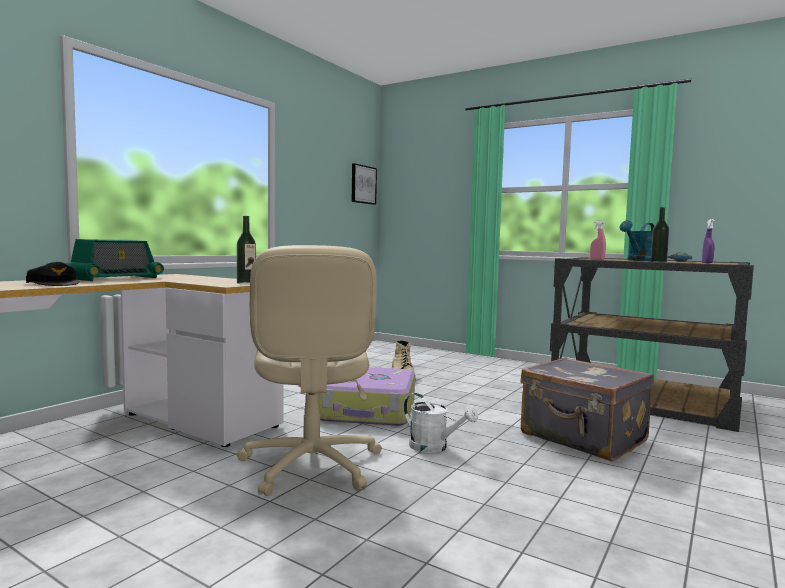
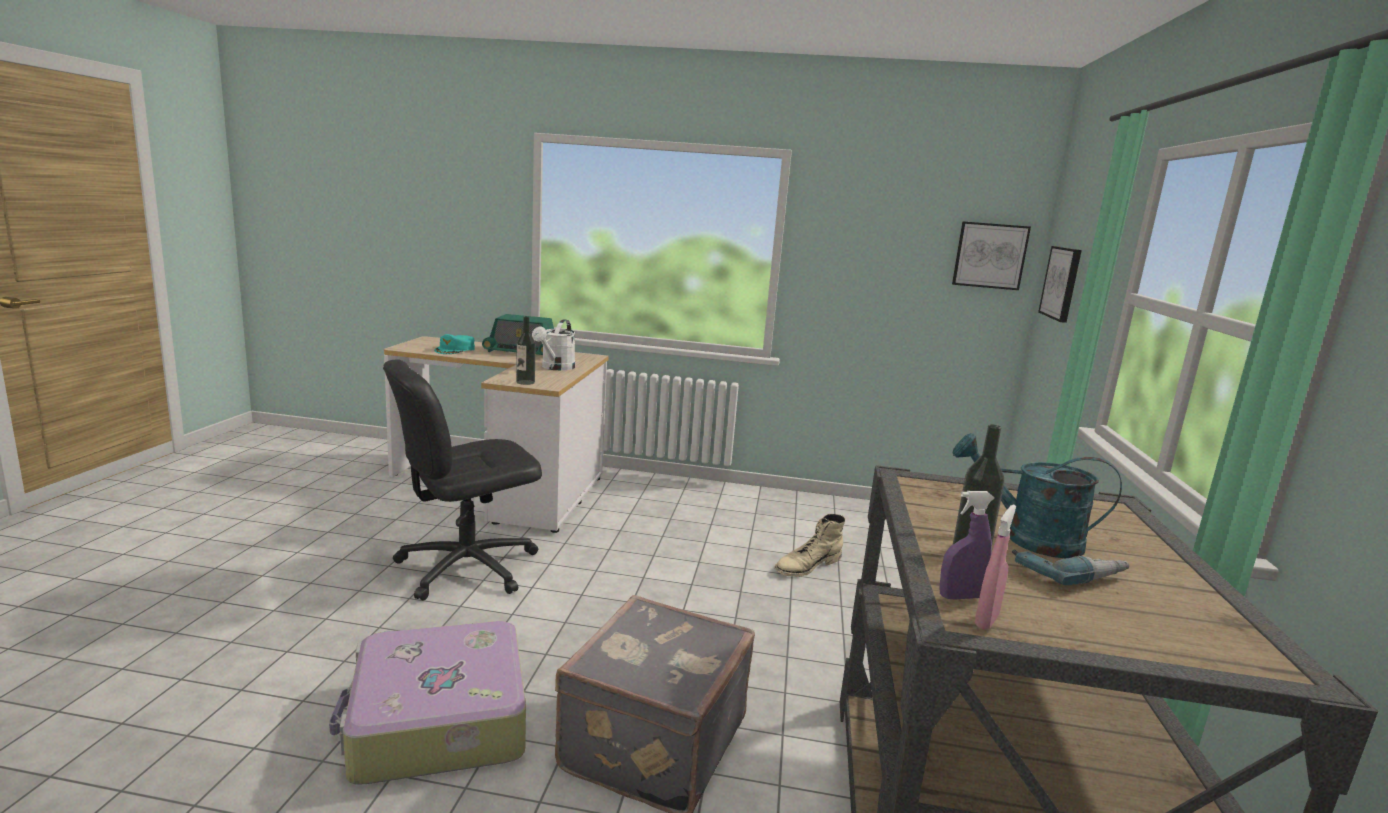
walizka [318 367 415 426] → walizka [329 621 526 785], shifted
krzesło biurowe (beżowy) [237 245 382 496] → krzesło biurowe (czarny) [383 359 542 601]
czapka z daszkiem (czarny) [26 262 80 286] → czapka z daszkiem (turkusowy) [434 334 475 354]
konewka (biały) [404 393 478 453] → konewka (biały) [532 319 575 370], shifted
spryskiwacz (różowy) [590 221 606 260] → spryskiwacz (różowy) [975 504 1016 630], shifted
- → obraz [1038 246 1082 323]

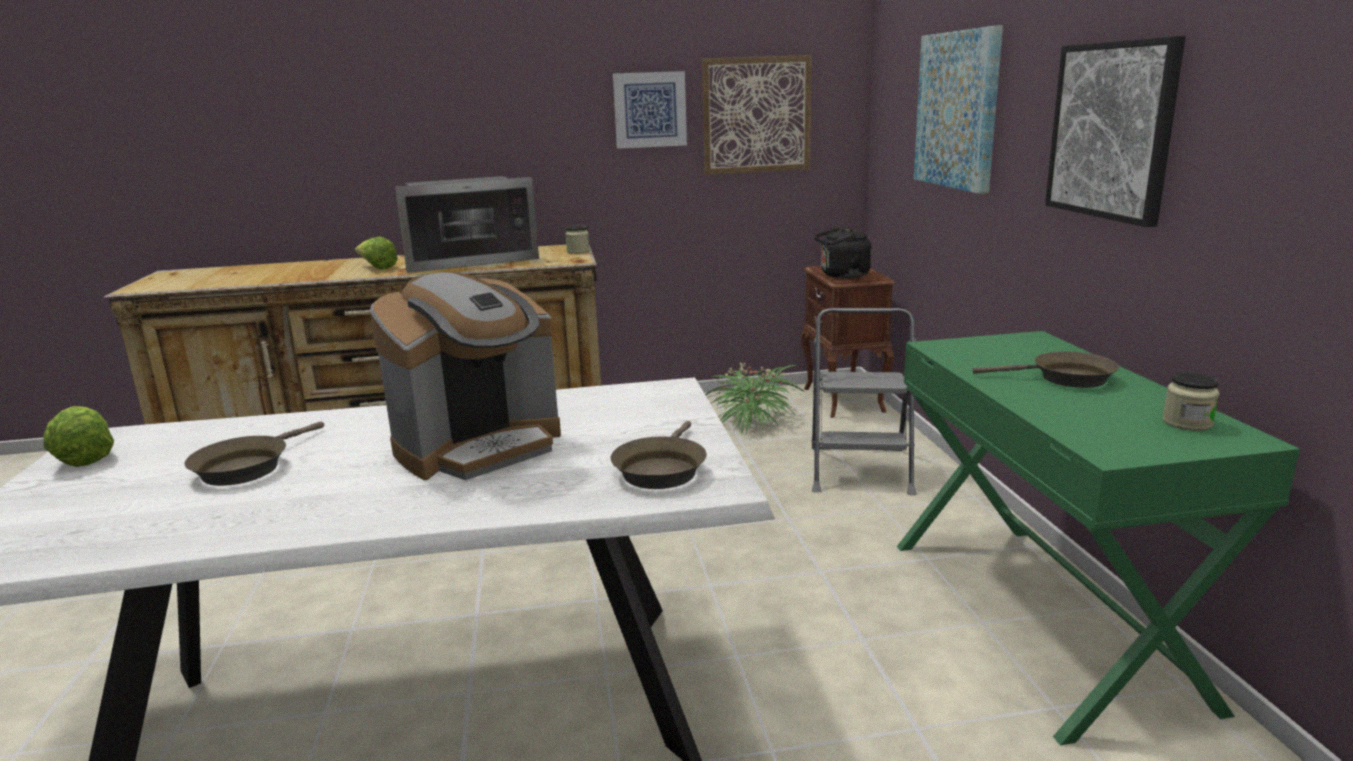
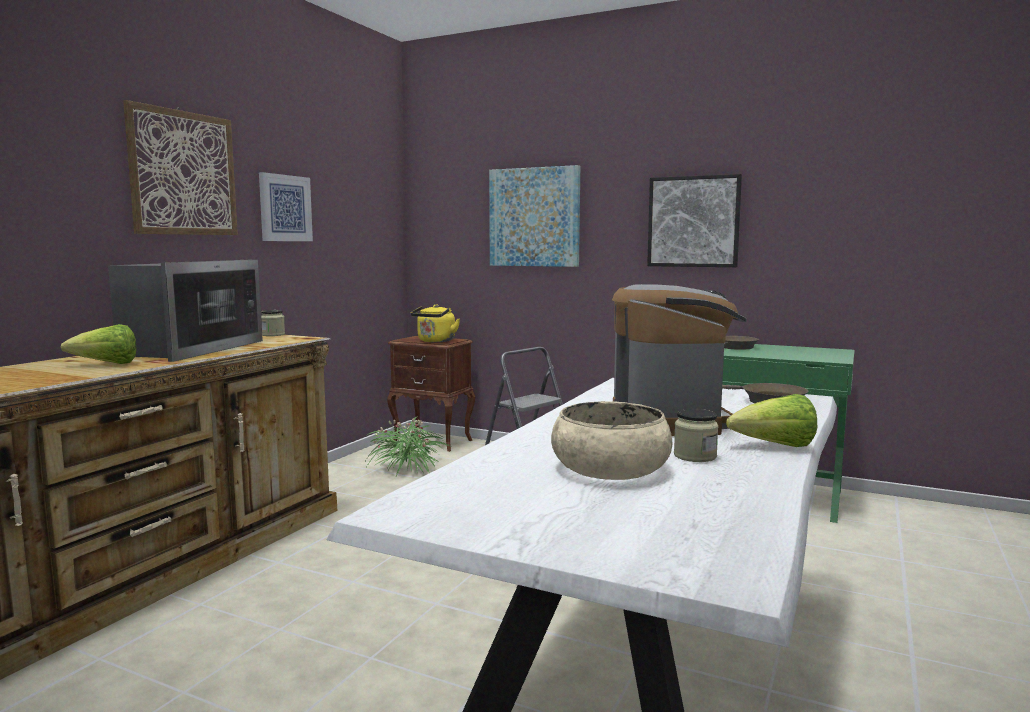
obraz [702 54 812 175] → obraz [123 100 238 235], shifted
czajnik (czarny) [814 227 872 278] → czajnik (żółty) [411 304 460 342]
patelnia (brązowy) [184 422 324 486] → miska (beżowy) [551 401 672 480]
słoik [1163 372 1220 431] → słoik [674 409 718 462], shifted
sałata [43 406 114 467] → sałata [726 394 817 447], shifted

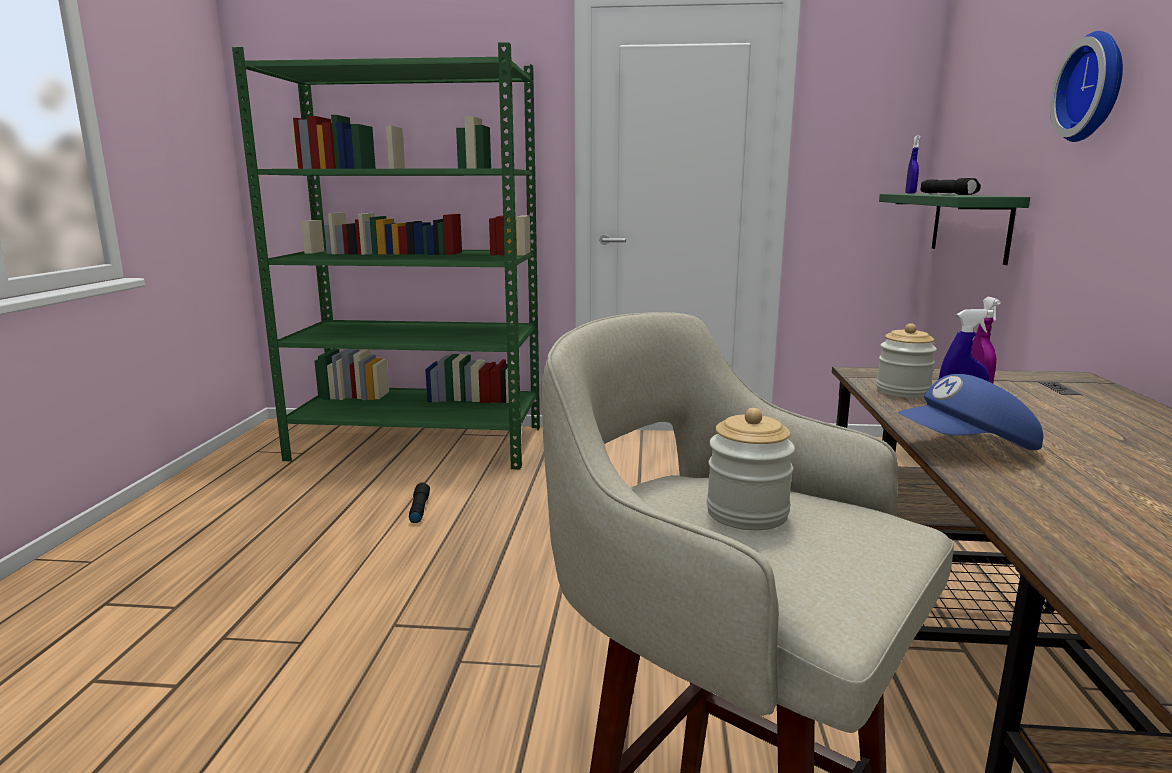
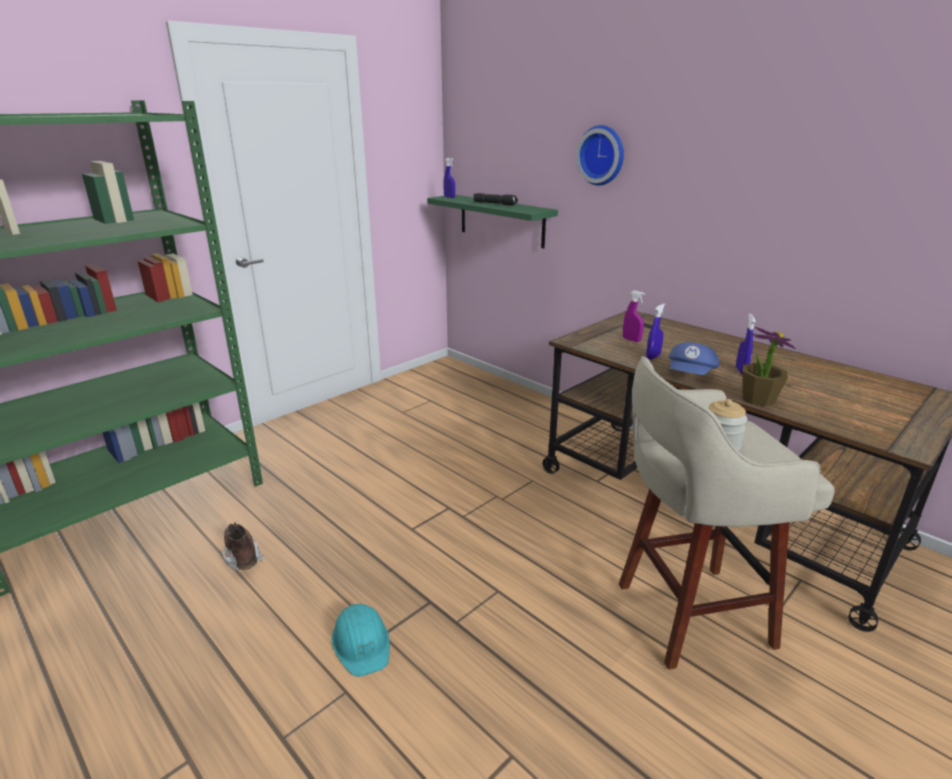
latarka (czarny) [409 482 430 523] → but z cholewką (brązowy) [222 522 263 571]
- → kask (turkusowy) [332 604 390 677]
- → spryskiwacz (niebieski) [736 314 756 375]
- → roślina doniczkowa [743 327 796 407]
słoik [876 323 937 398] → -

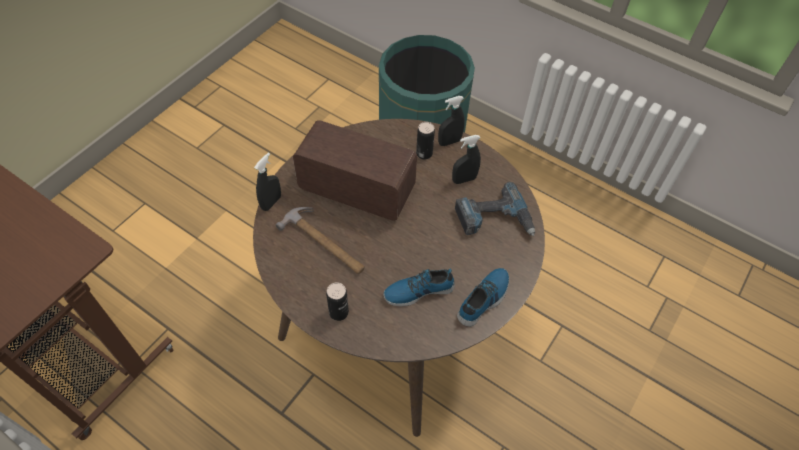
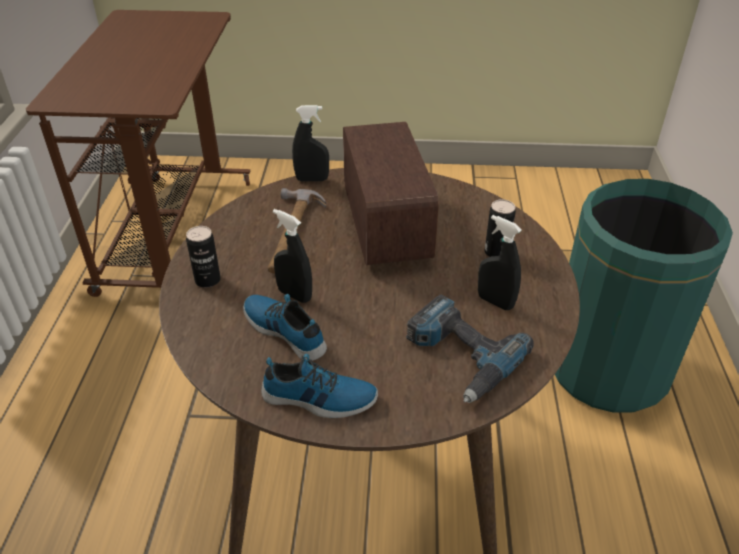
spryskiwacz (czarny) [438 96 465 146] → spryskiwacz (czarny) [273 209 312 303], shifted

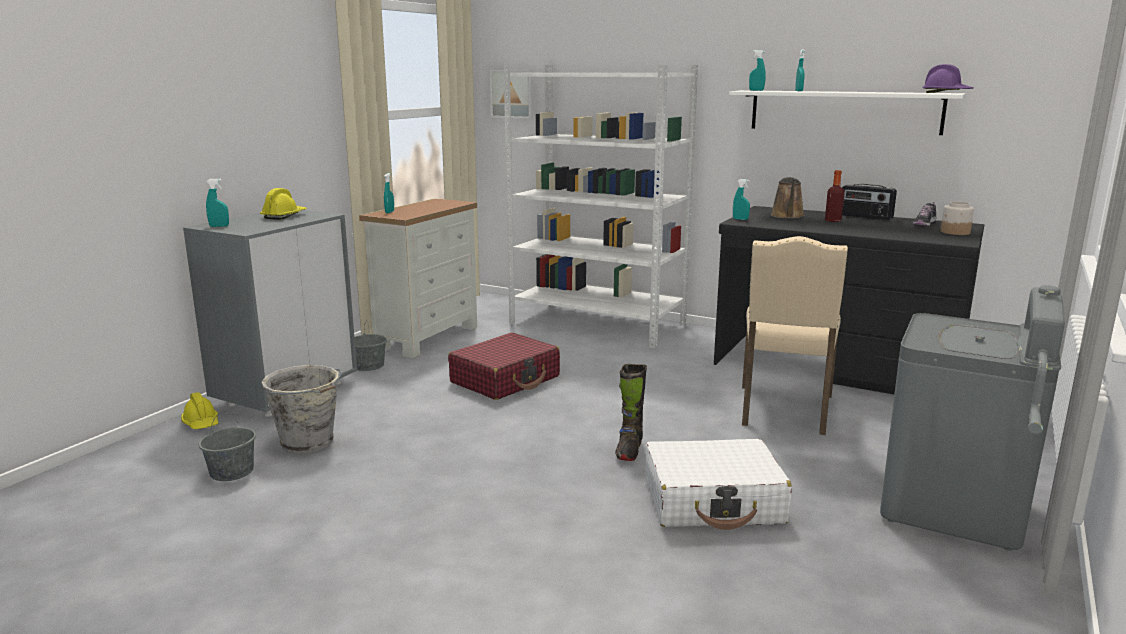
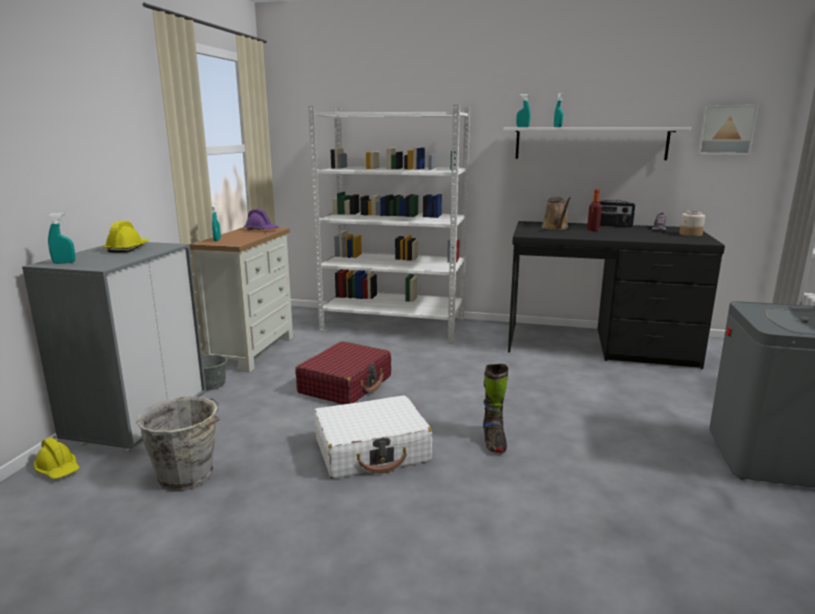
kask (fioletowy) [922 64 973 93] → kask (fioletowy) [244 209 279 231], shifted
walizka (biały) [645 439 792 530] → walizka (biały) [314 395 432 479], shifted
obraz [490 70 533 119] → obraz [697 105 759 155], shifted
wiadro (szary) [199 411 256 481] → -
spryskiwacz (turkusowy) [733 179 750 220] → -
krzesło (beżowy) [742 236 848 435] → -

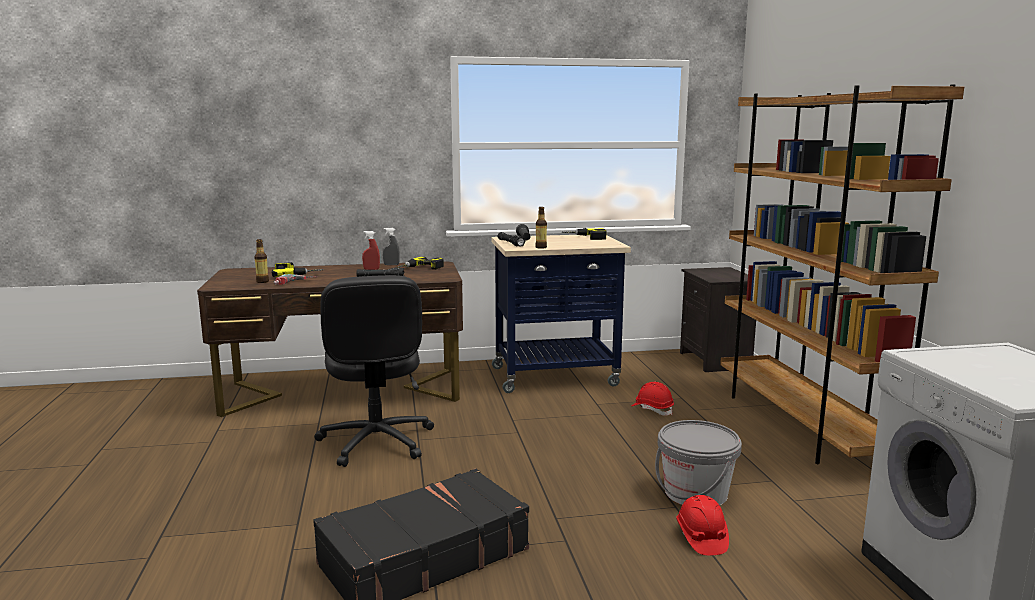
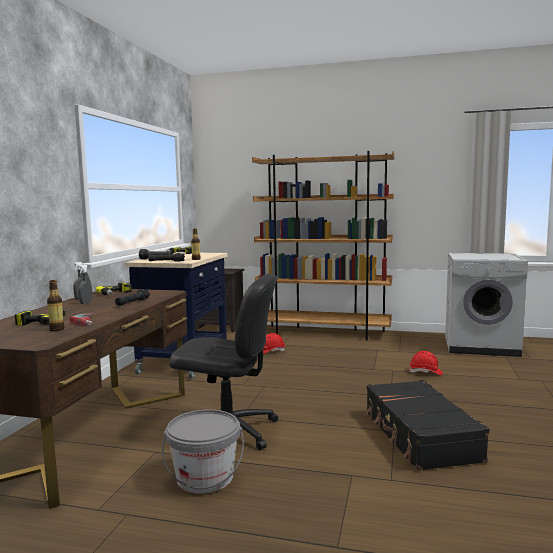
spryskiwacz (czerwony) [362 231 380 270] → spryskiwacz (szary) [78 264 92 304]
wiadro (szary) [655 420 742 506] → wiadro (szary) [162 410 244 494], shifted

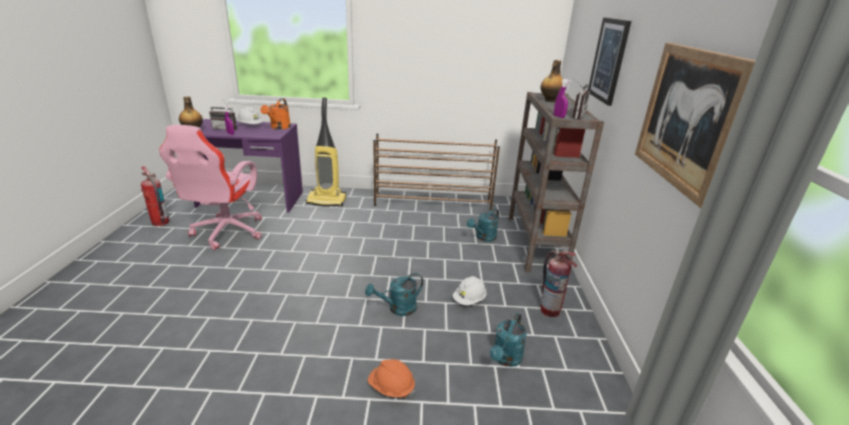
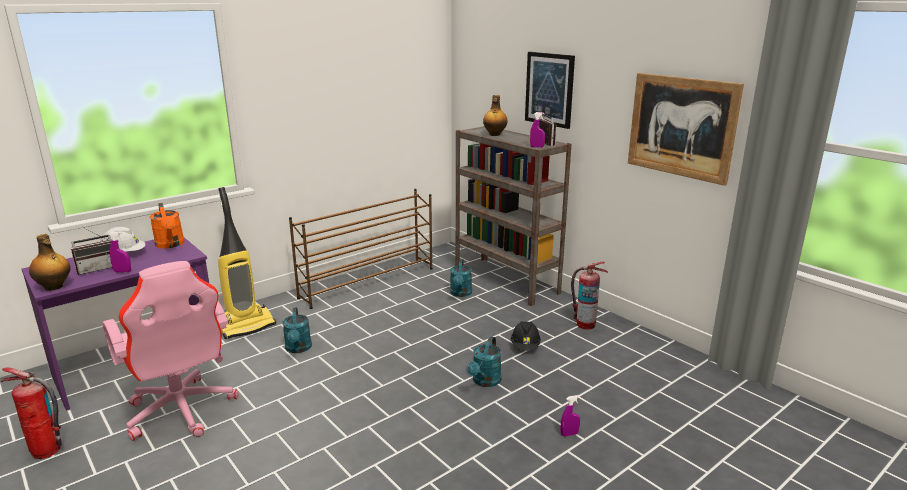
konewka (turkusowy) [490 313 527 367] → konewka (turkusowy) [282 307 312 353], shifted
kask (biały) [453 276 487 305] → kask (czarny) [511 321 541 350]
kask (pomarańczowy) [368 359 415 398] → spryskiwacz (fioletowy) [561 395 580 436]

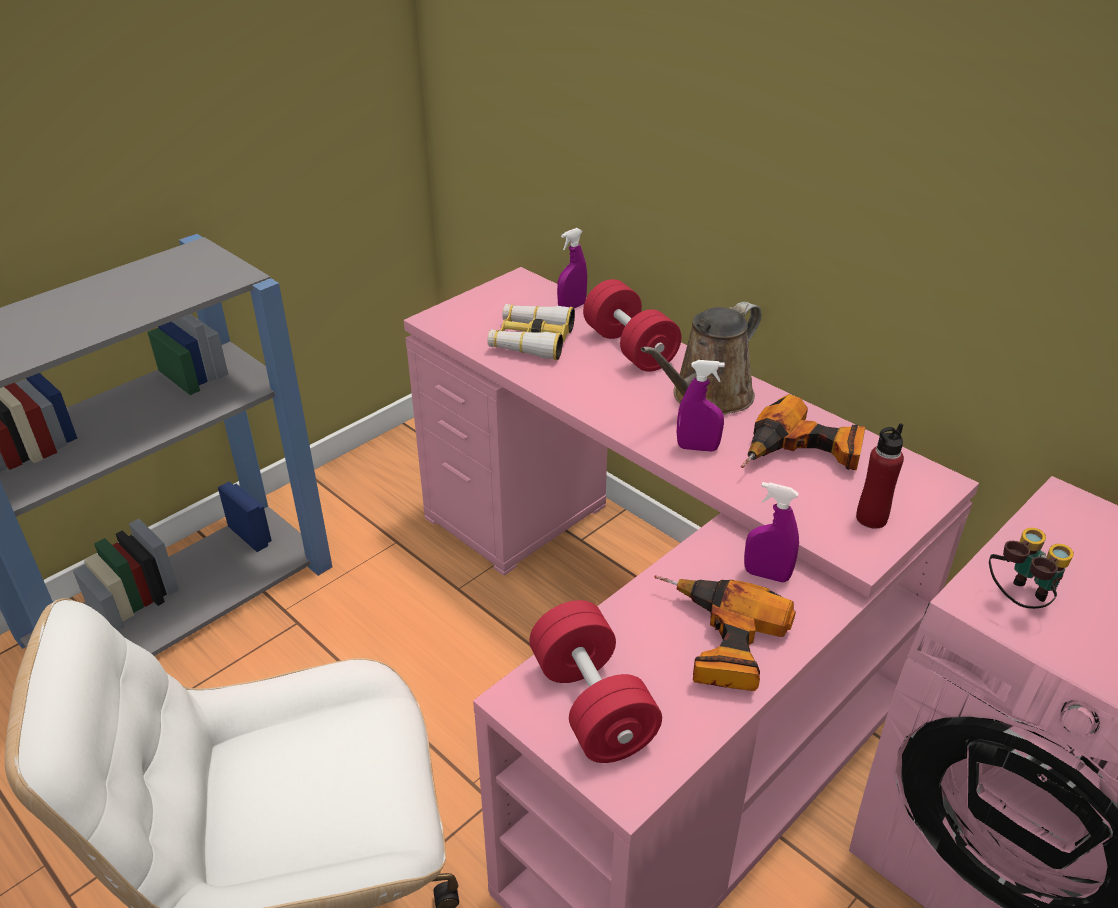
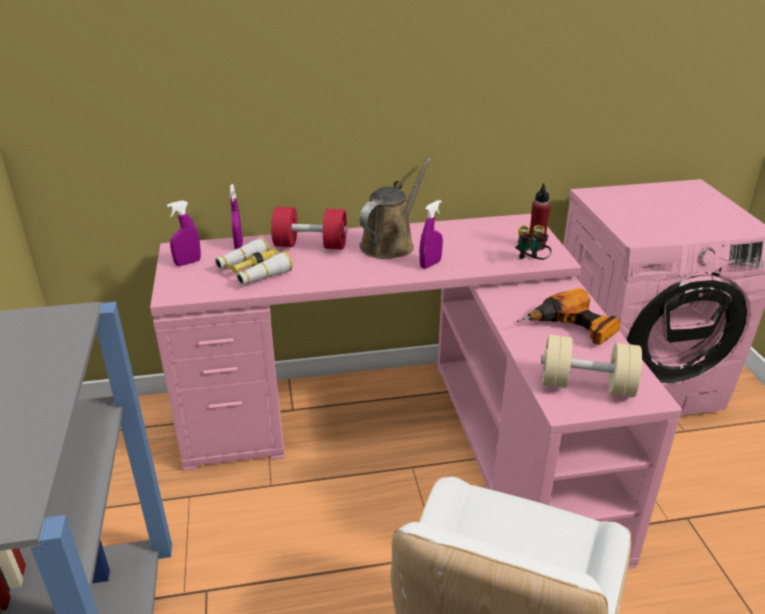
spryskiwacz (fioletowy) [744 482 799 583] → spryskiwacz (fioletowy) [167 200 201 266], shifted
konewka (brązowy) [641 302 762 415] → konewka (brązowy) [359 158 432 259], 135 degrees counterclockwise
lornetka [989 528 1074 609] → lornetka [515 225 551 260], shifted
hantel (czerwony) [529 600 662 763] → hantel (beżowy) [541 334 642 397]
wiertarka [741 394 865 470] → -

